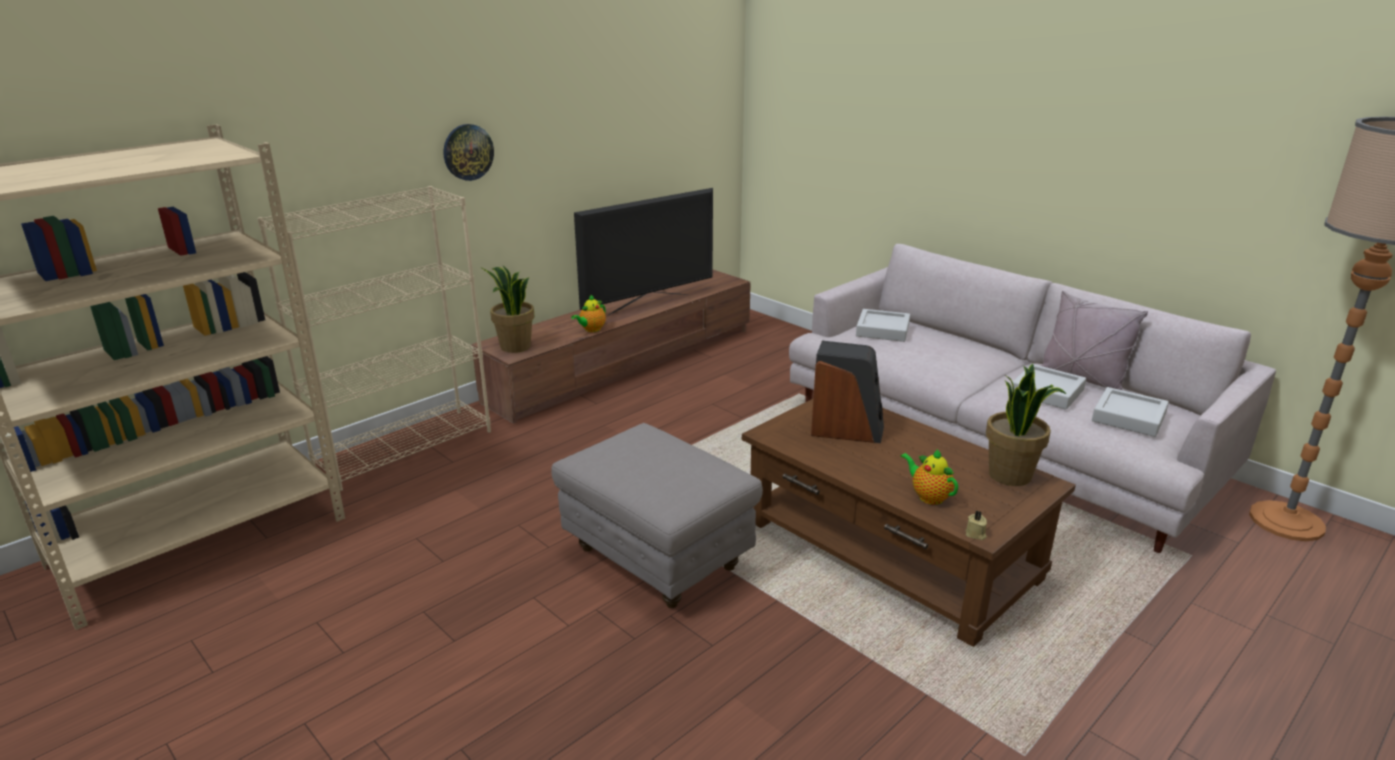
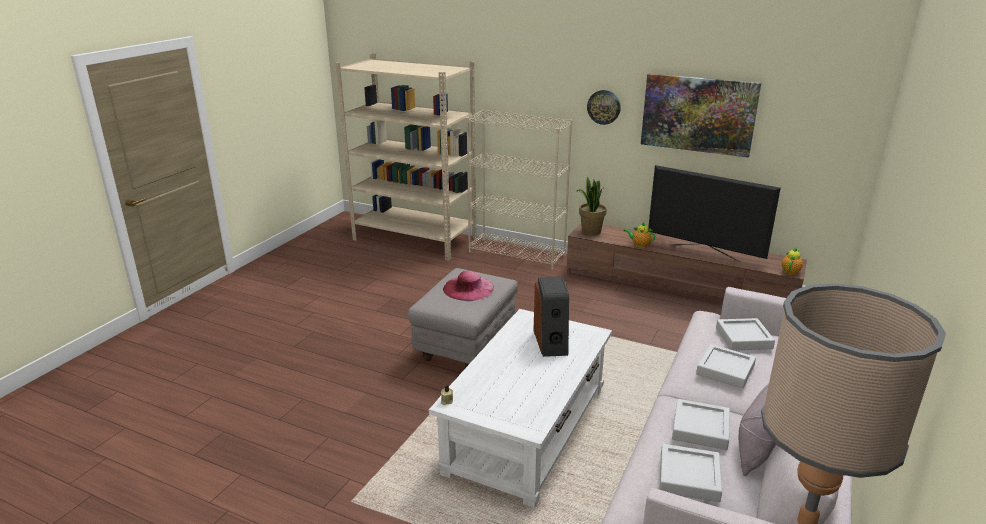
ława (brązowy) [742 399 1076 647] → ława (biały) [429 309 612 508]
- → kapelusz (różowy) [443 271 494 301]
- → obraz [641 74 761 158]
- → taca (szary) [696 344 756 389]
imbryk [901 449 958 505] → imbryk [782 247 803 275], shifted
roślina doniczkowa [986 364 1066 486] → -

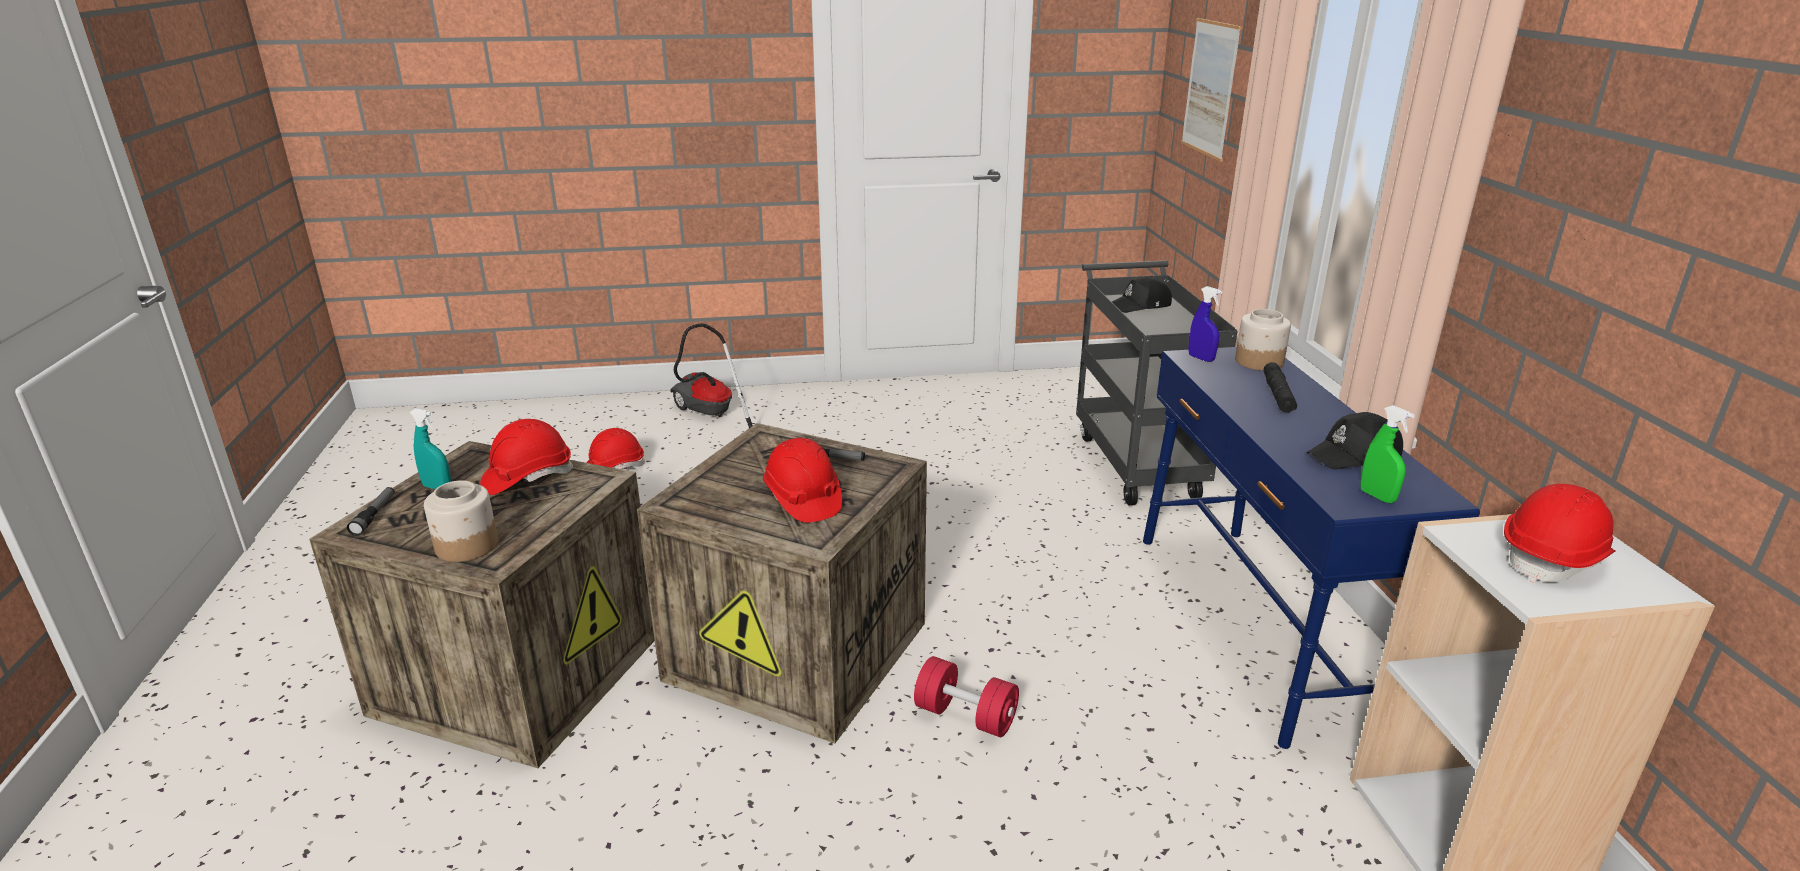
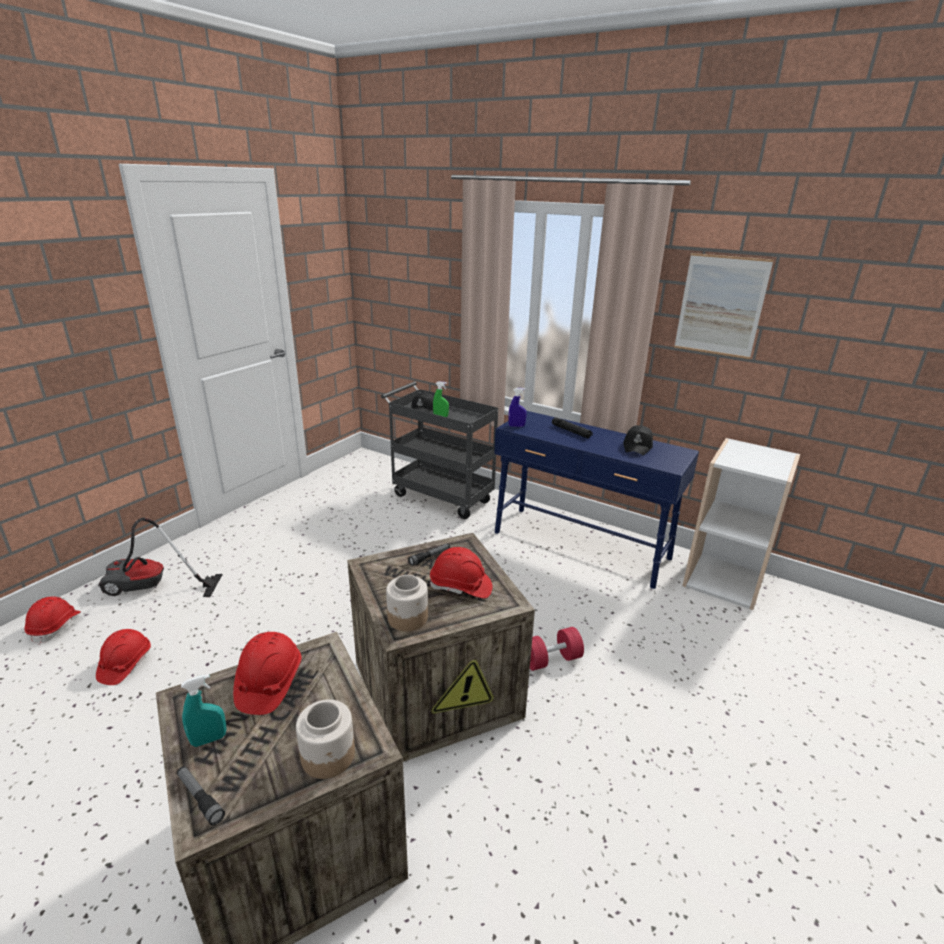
kask (czerwony) [1504 484 1616 583] → kask (czerwony) [25 597 81 645], shifted
słoik [1235 309 1291 371] → słoik [386 575 428 631], shifted
spryskiwacz (zielony) [1361 405 1415 503] → spryskiwacz (zielony) [433 381 449 417], shifted
obraz [1181 18 1241 162] → obraz [674 253 774 359], shifted

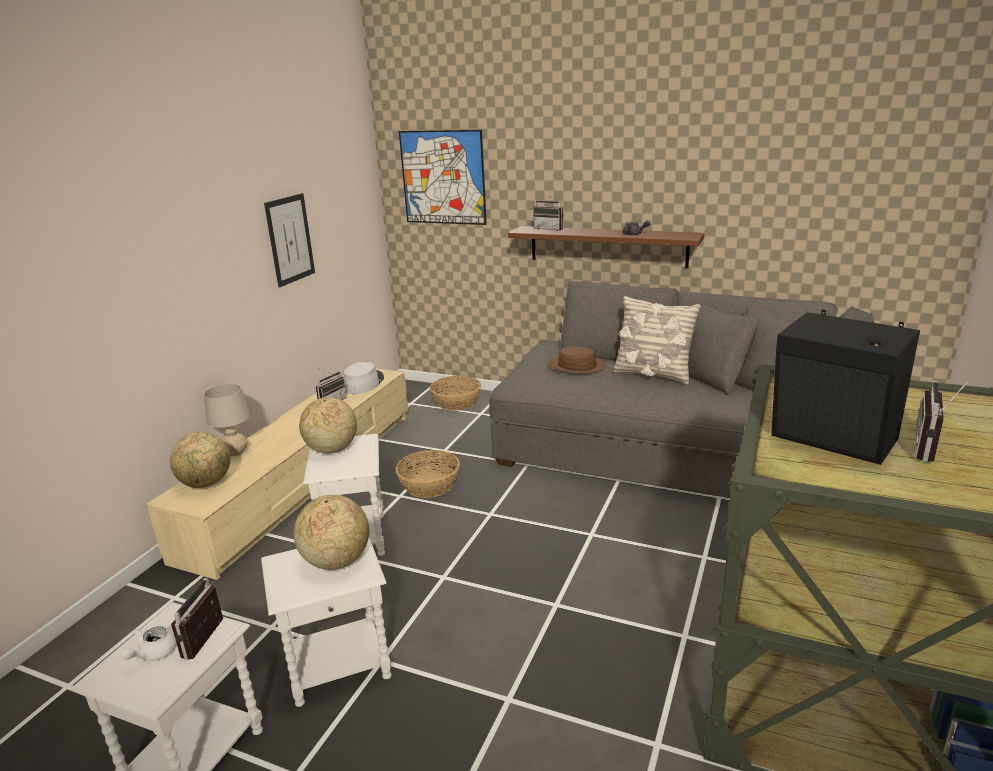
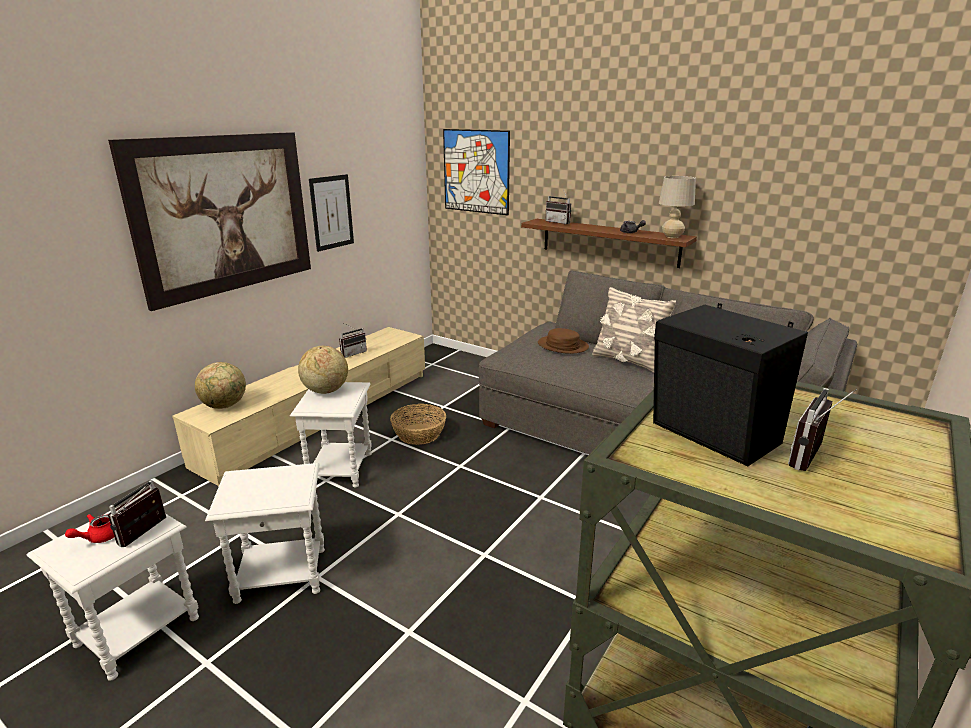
imbryk (biały) [121 626 177 661] → imbryk (czerwony) [65 514 114 543]
- → obraz [108 132 311 311]
lampa stołowa (beżowy) [204 384 250 456] → lampa stołowa (beżowy) [659 176 696 238], shifted
globus [294 495 369 570] → -
kapelusz (szary) [344 362 384 394] → -
koszyk [430 376 481 411] → -

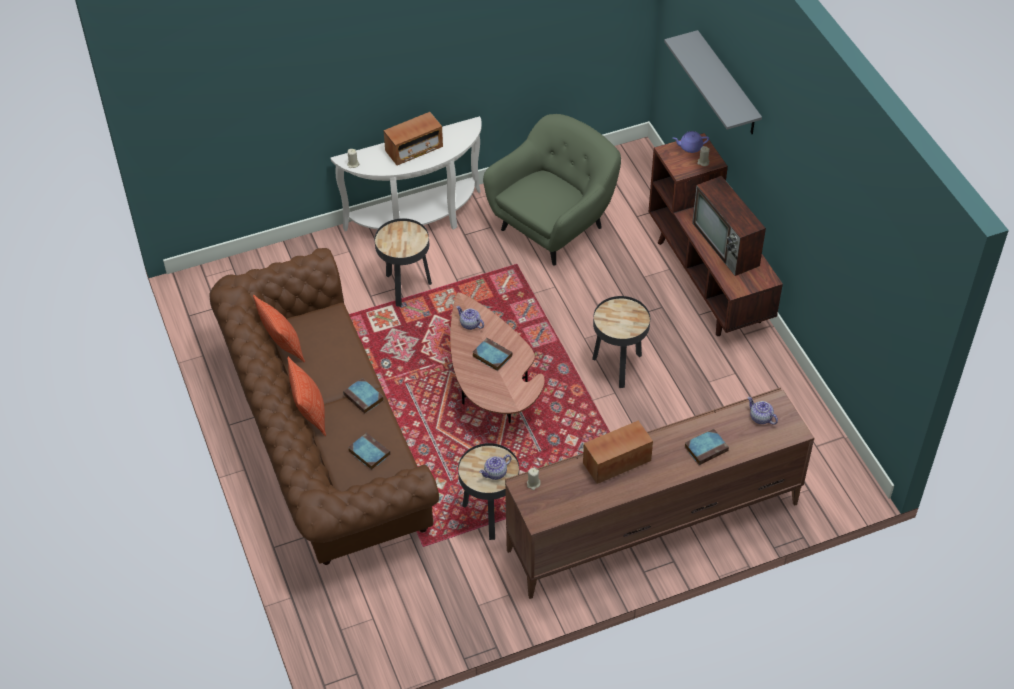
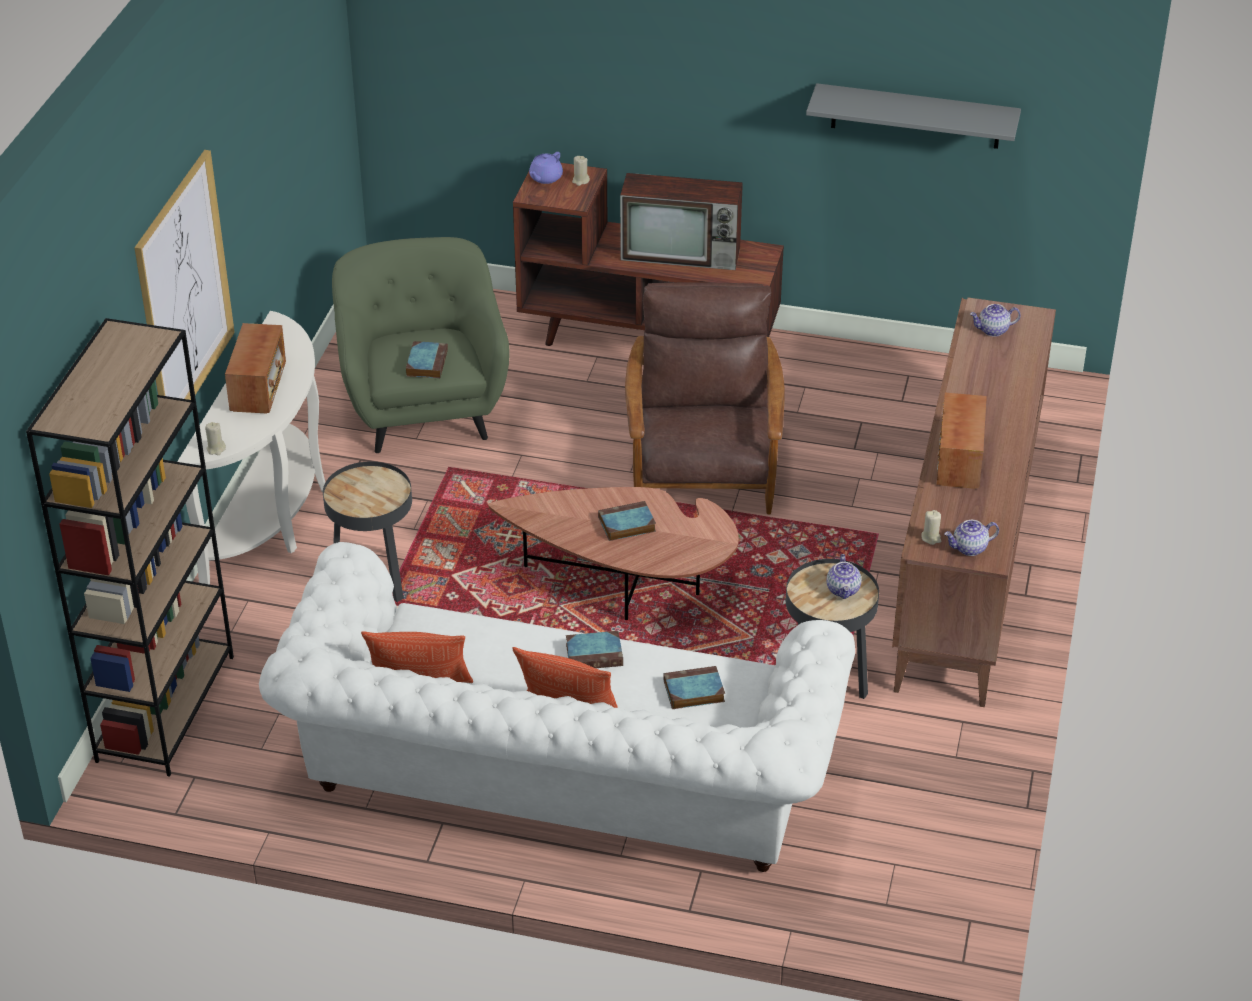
- → regał (beżowy) [26 318 234 776]
- → obraz [134 150 235 400]
kanapa (brązowy) [209 248 439 565] → kanapa (biały) [259 542 855 872]
książka [684 429 729 465] → książka [406 341 448 378], shifted
stolik (czarny) [592 296 650 388] → fotel (brązowy) [625 282 785 514]
półka (szary) [664 30 762 134] → półka (szary) [806 83 1021 149], shifted
imbryk [456 306 484 330] → imbryk [944 520 999 556], shifted

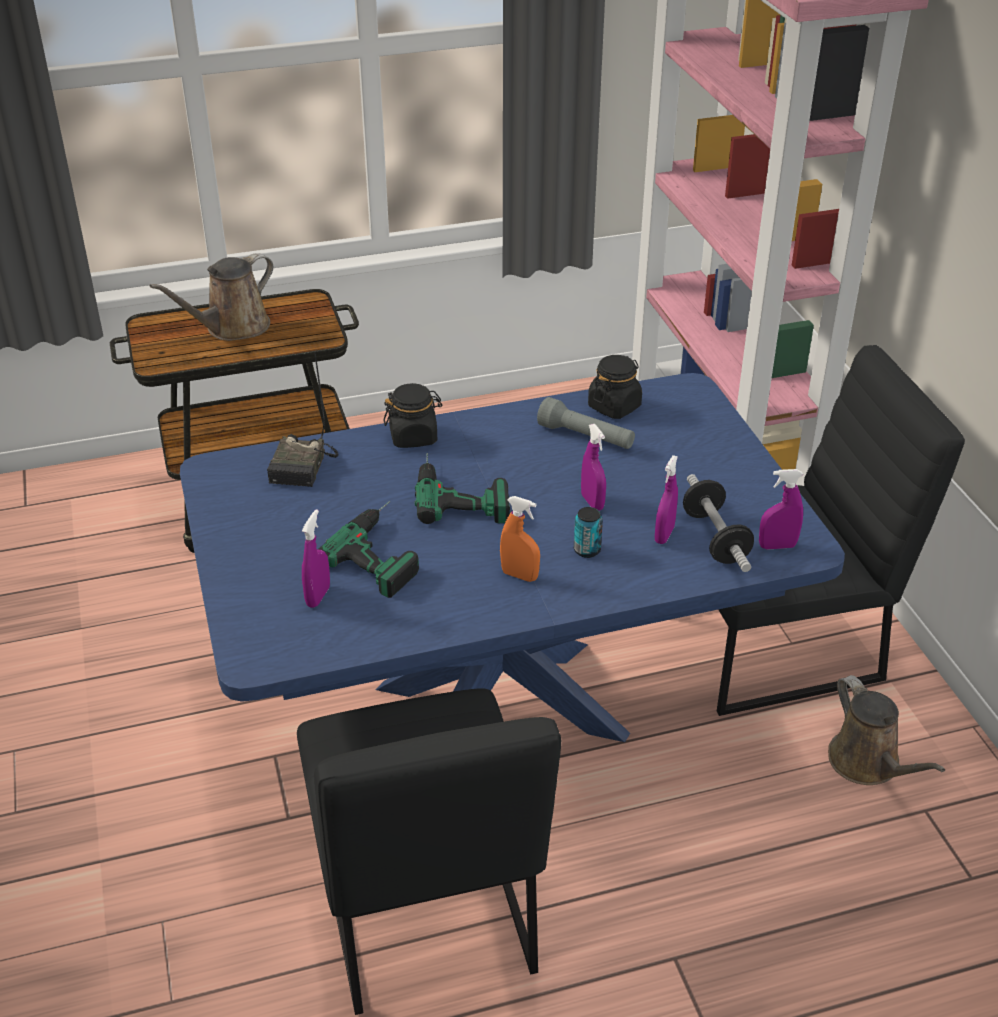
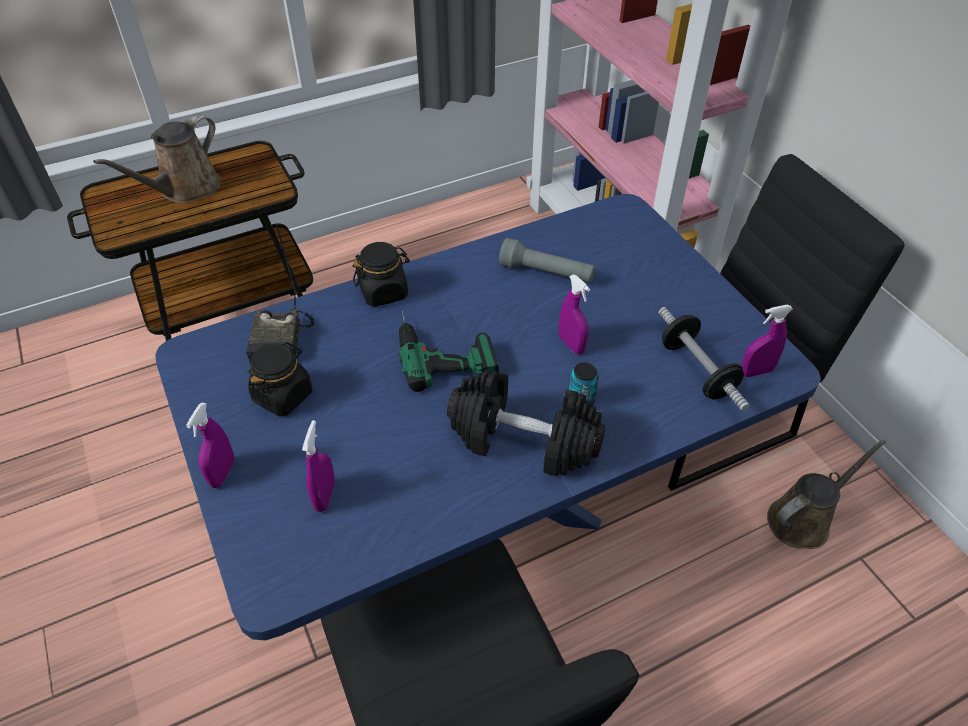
spryskiwacz (fioletowy) [655 455 678 544] → spryskiwacz (fioletowy) [186 403 235 488], shifted
słoik (czarny) [588 355 642 419] → słoik (czarny) [248 342 312 417], shifted
spryskiwacz (pomarańczowy) [500 496 540 582] → hantel (czarny) [447 370 606 476]
konewka (brązowy) [828 675 945 785] → konewka (brązowy) [767 439 886 549], 90 degrees counterclockwise
wiertarka [318 501 419 598] → -

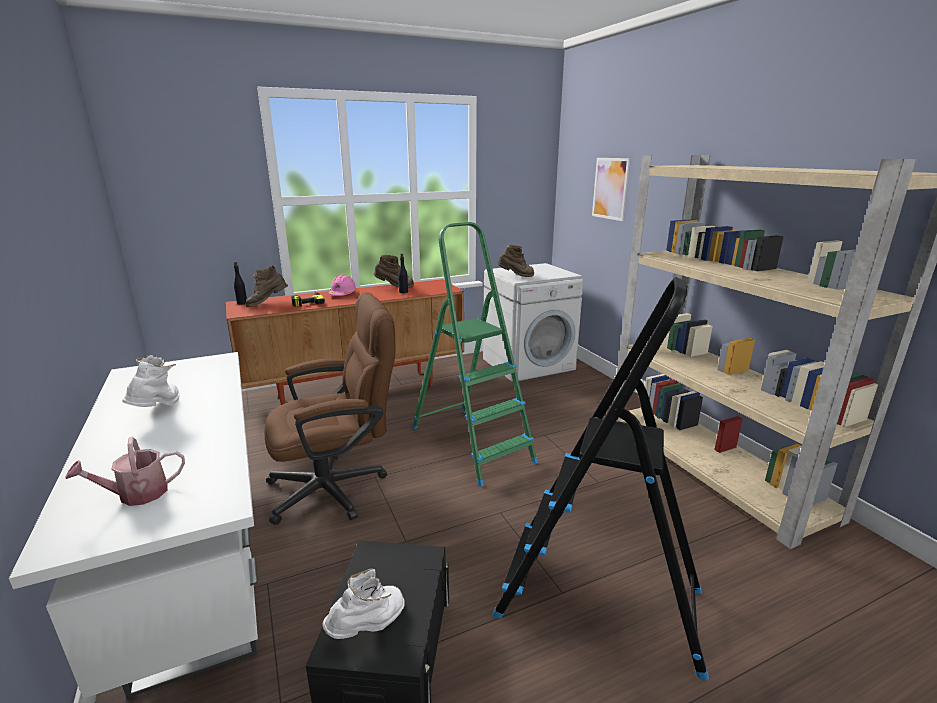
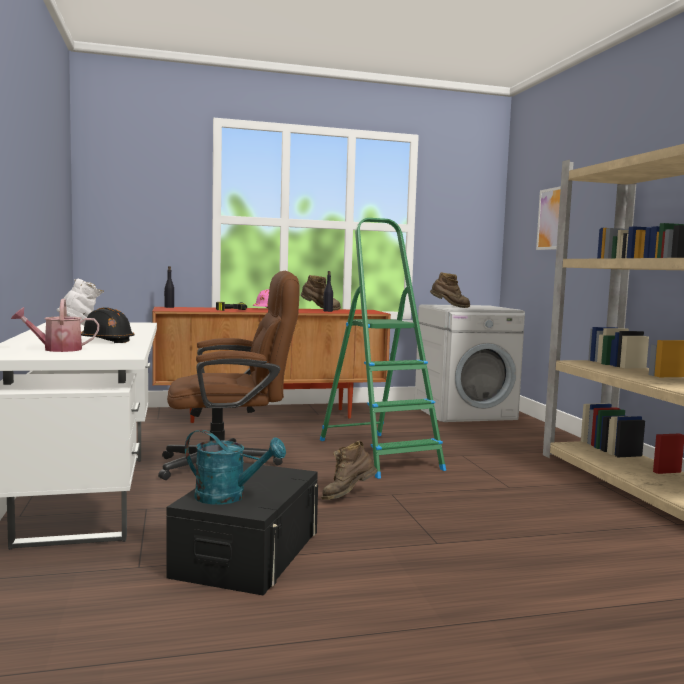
- → kask (czarny) [81 307 135 343]
but z cholewką (biały) [323 568 404 639] → konewka (turkusowy) [185 430 286 505]
but z cholewką (brązowy) [246 265 288 307] → but z cholewką (brązowy) [321 441 378 500], shifted
drabinka (czarny) [492 277 709 680] → -

